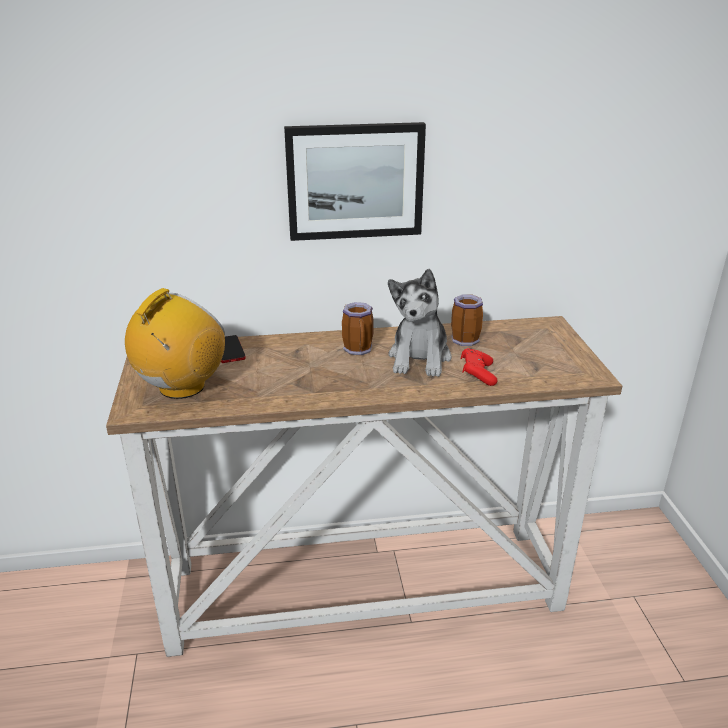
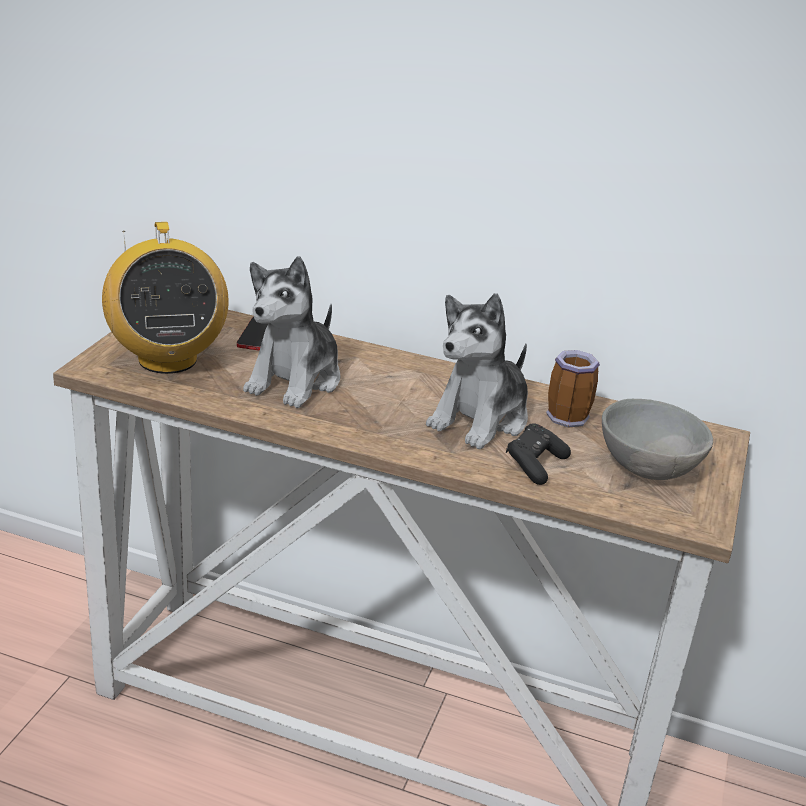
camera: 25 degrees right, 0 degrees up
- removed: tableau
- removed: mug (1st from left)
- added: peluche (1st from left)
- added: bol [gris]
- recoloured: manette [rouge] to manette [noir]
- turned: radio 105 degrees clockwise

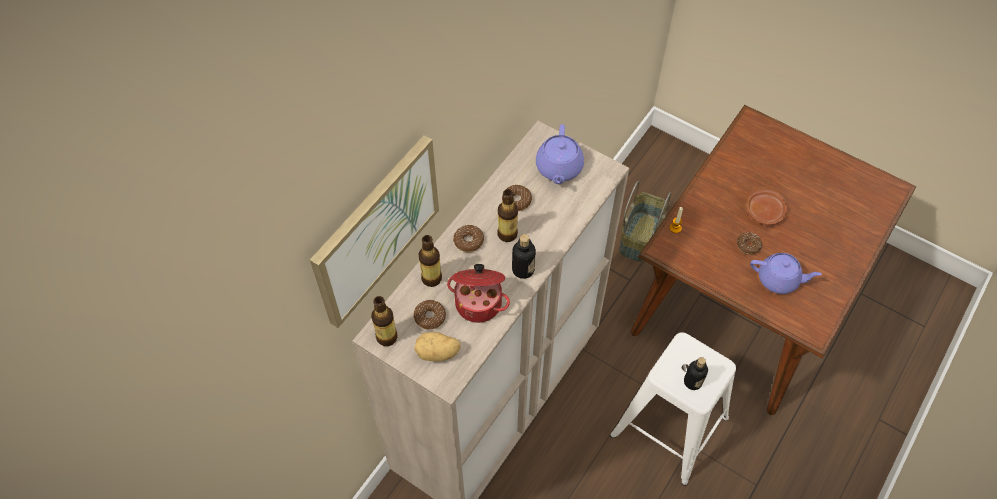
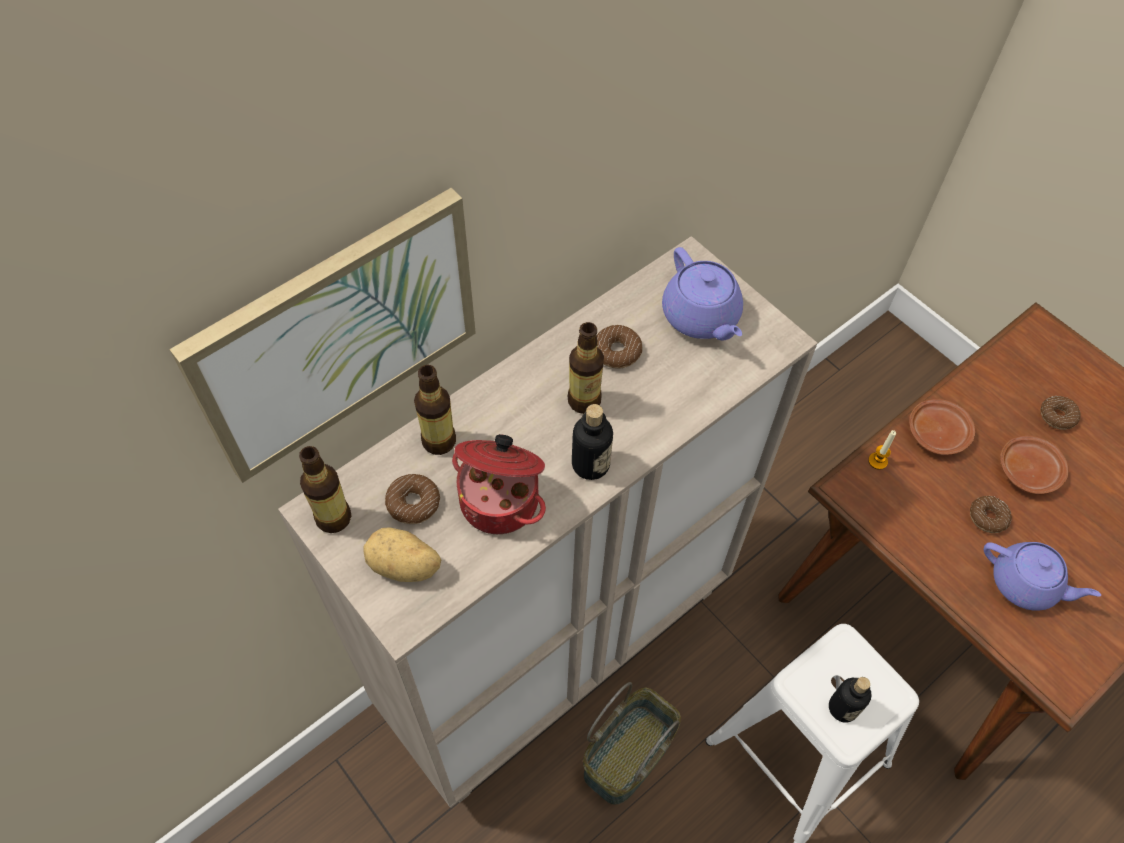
camera: 15 degrees right, 0 degrees up
- added: assiette [marron] (1st from left)
- moved: beignet (2nd from left in the first image) to beignet (4th from left)
- moved: panier
- turned: théière [violet] (1st from left) 45 degrees counterclockwise

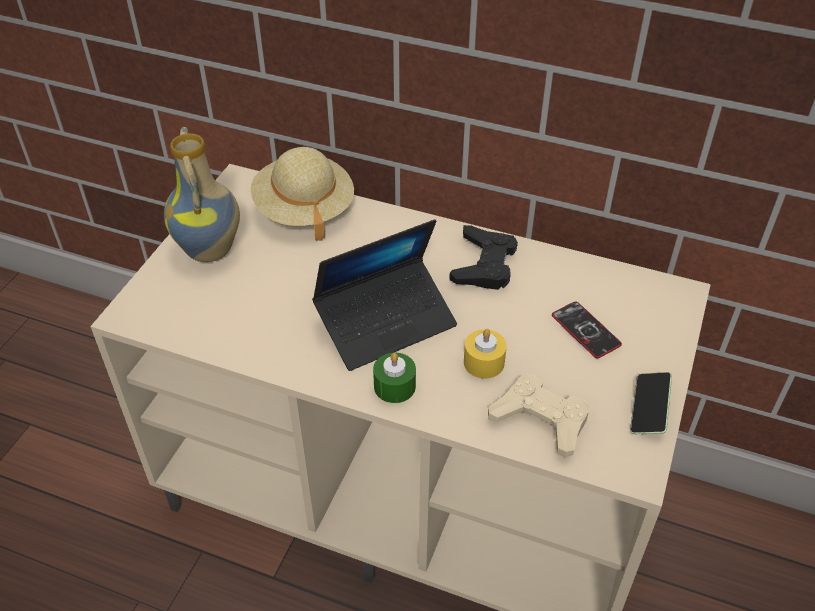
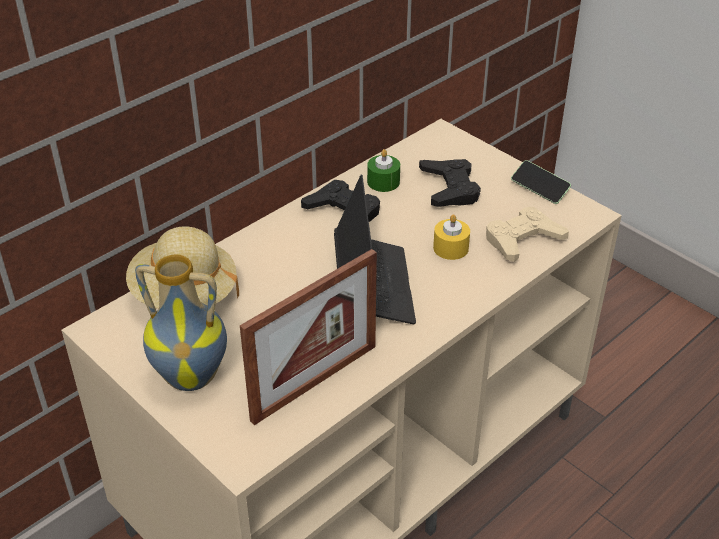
camera: 65 degrees left, 5 degrees down
- added: cadre photo
- moved: bougie [vert]
- replaced: téléphone (1st from left) to manette [noir] (2nd from left)

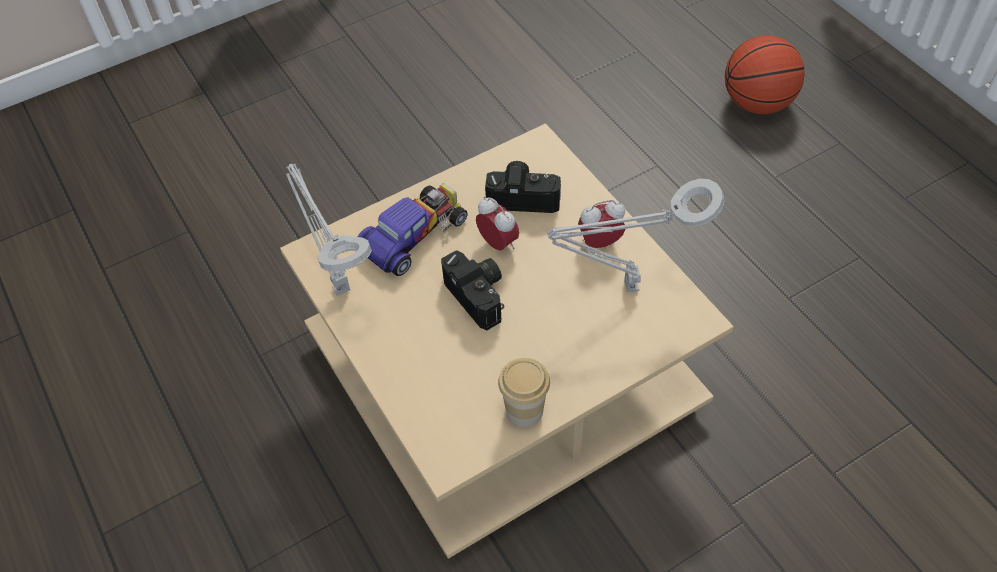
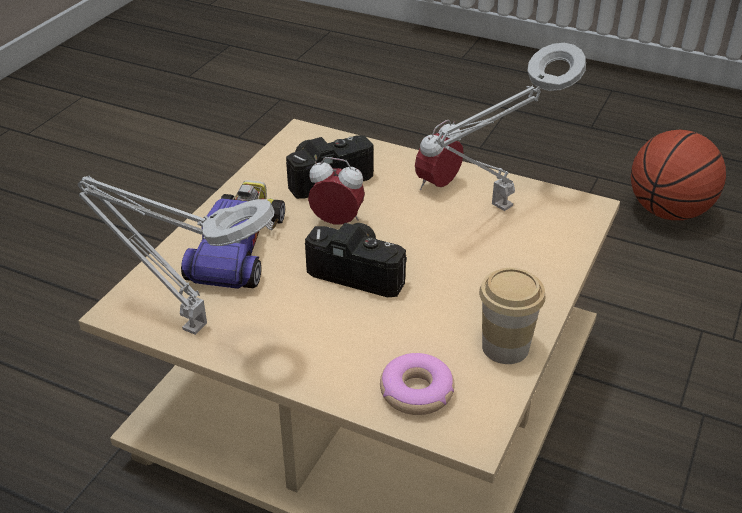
camera: 35 degrees left, 15 degrees down
- added: beignet
- moved: ballon de basket

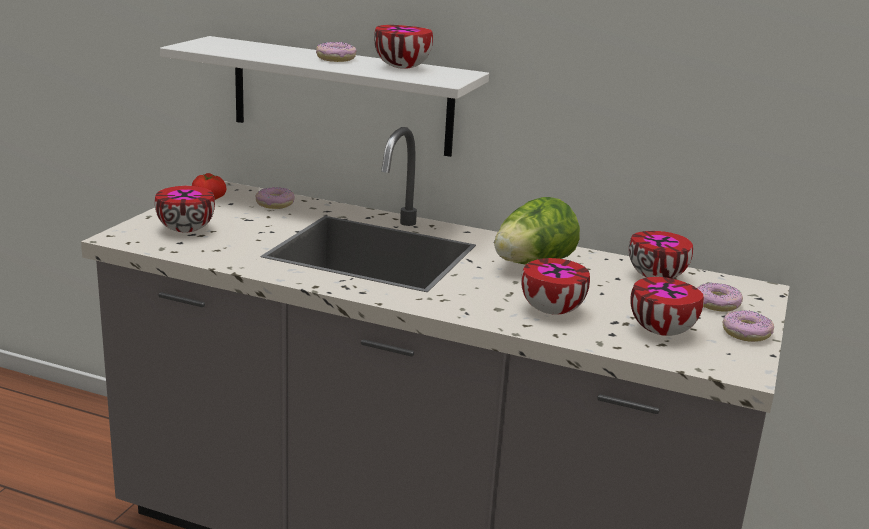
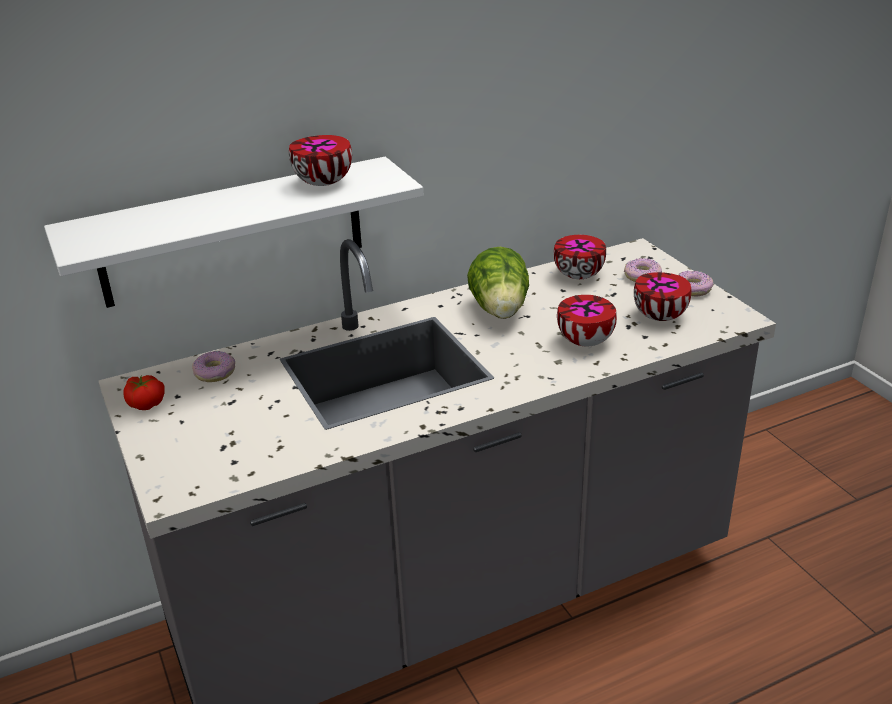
camera: 45 degrees left, 10 degrees up
- removed: bol (1st from left)
- removed: beignet (2nd from left)

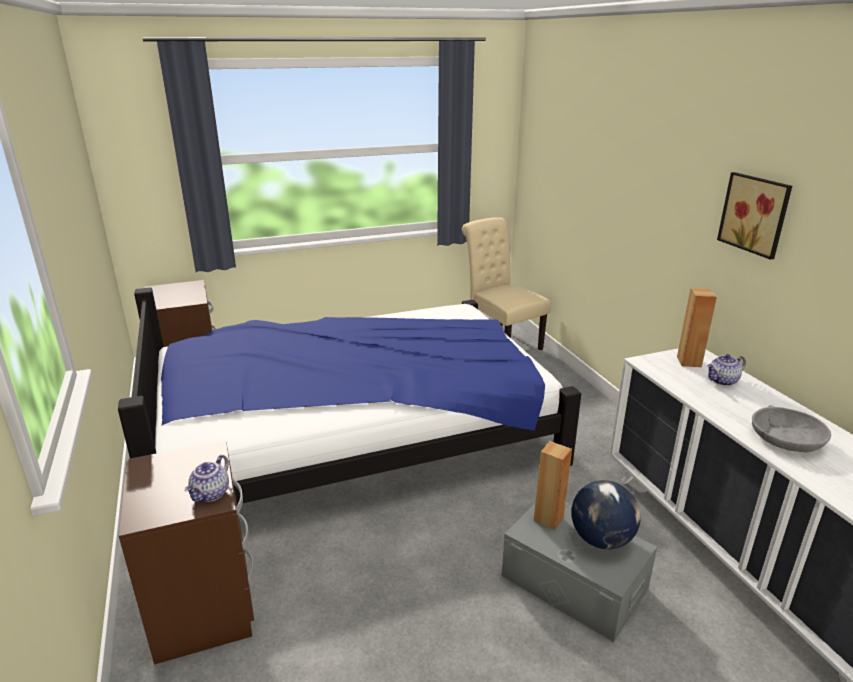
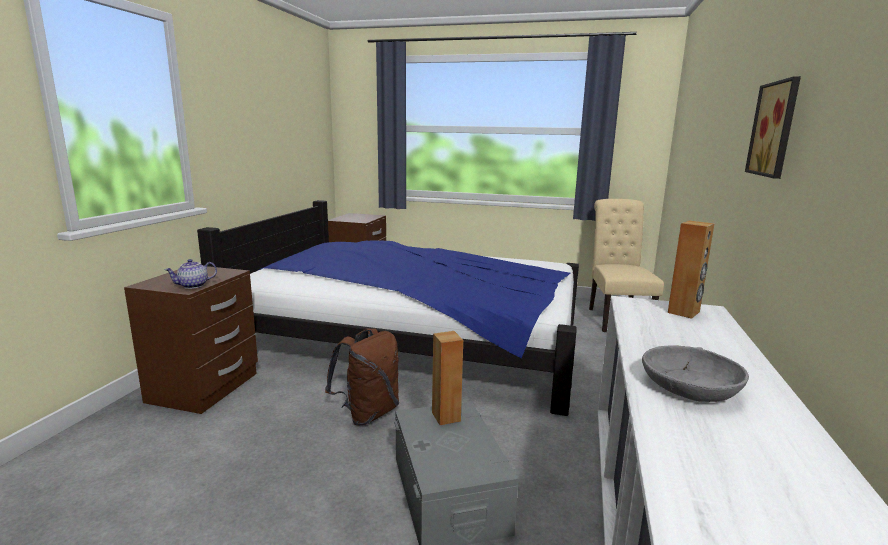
camera: 35 degrees right, 10 degrees down
- removed: globe
- removed: théière (2nd from left)
- added: sac à dos [marron]

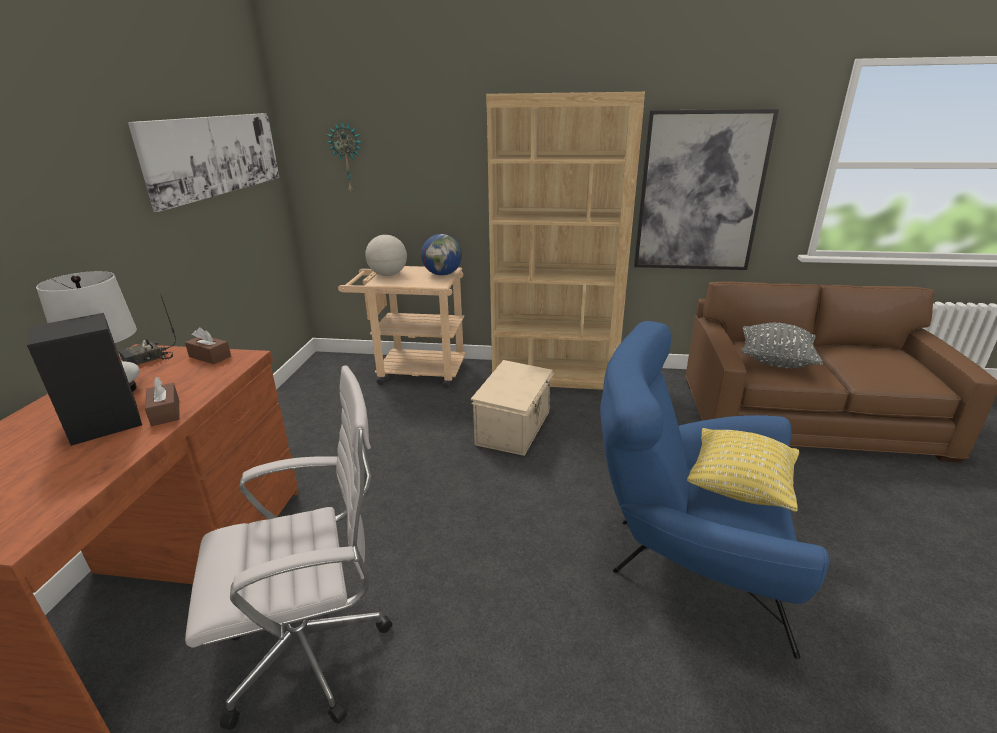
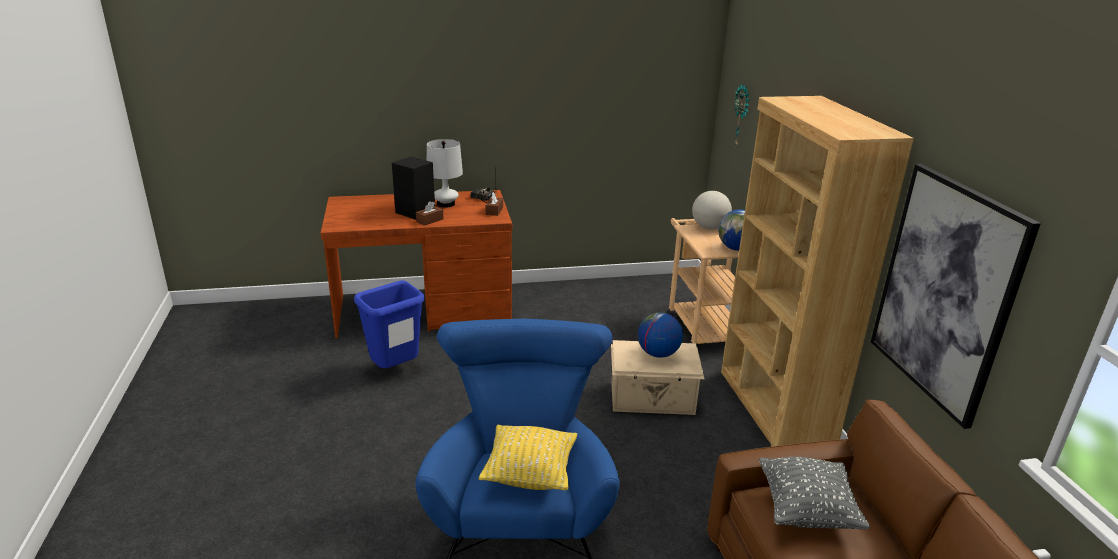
camera: 70 degrees right, 0 degrees up
- removed: tableau (1st from left)
- added: globe (1st from left)
- replaced: chaise de bureau [blanc] to poubelle [bleu]

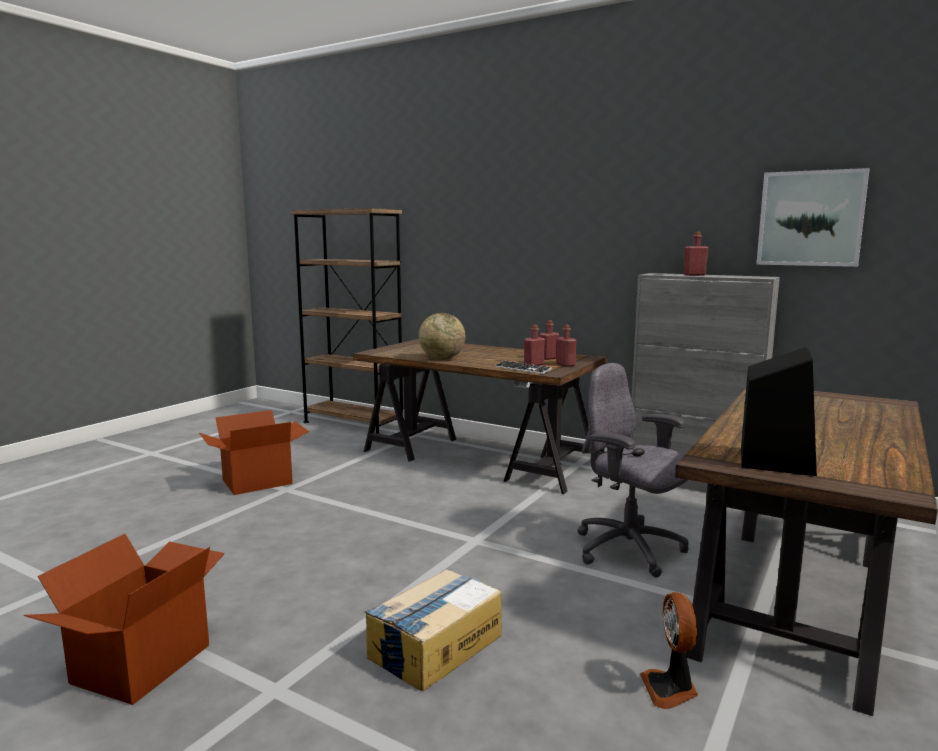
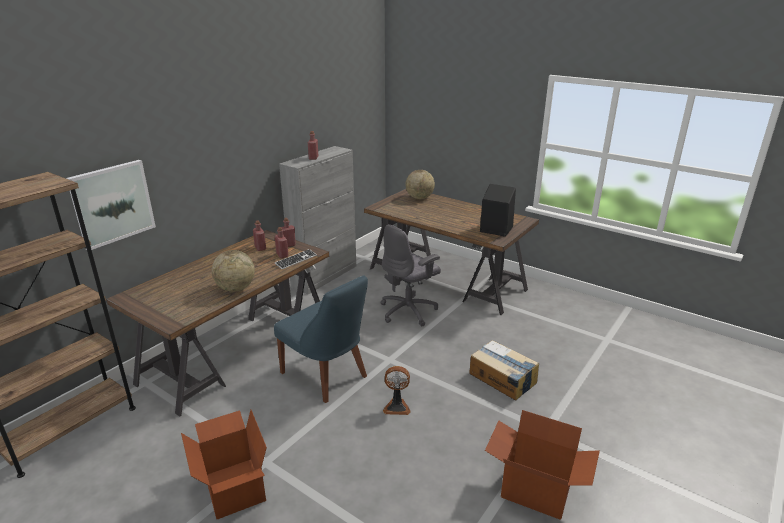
camera: 85 degrees left, 15 degrees up
- added: chaise [bleu]
- added: globe (2nd from left)
- moved: ventilateur
- moved: tableau

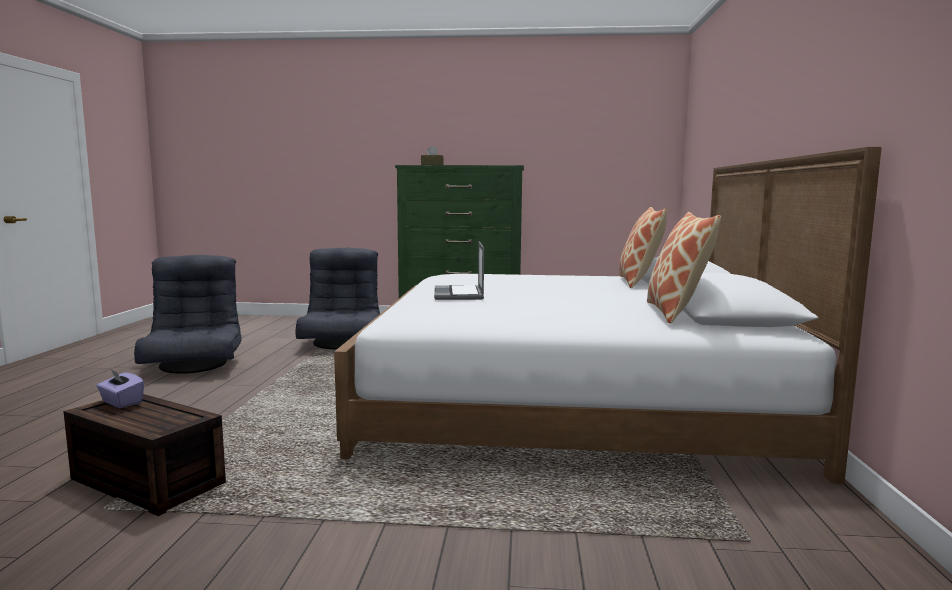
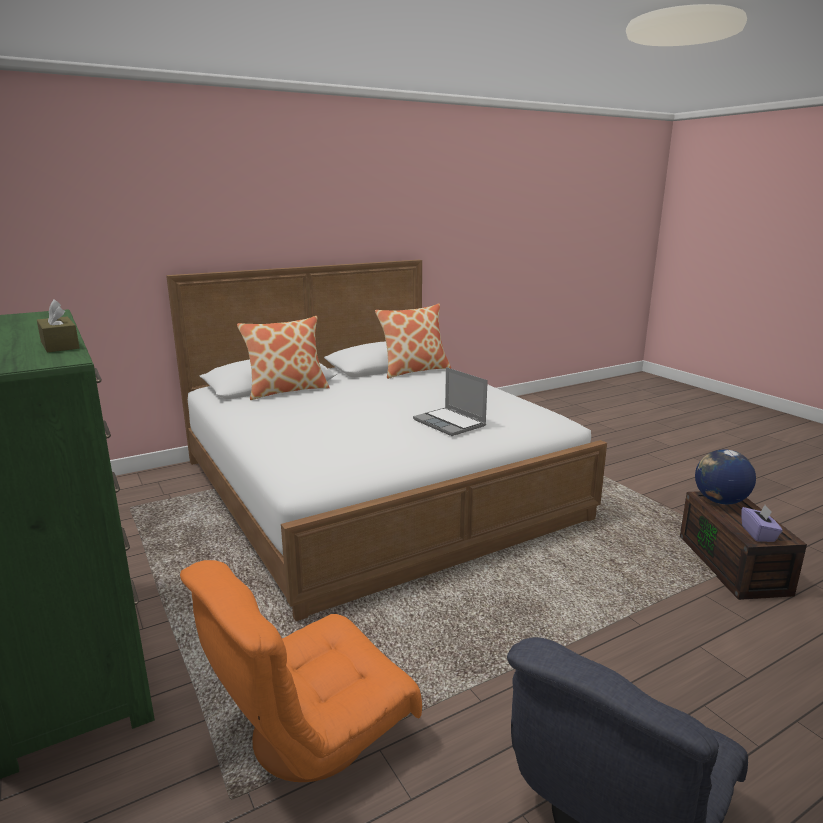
camera: 125 degrees left, 10 degrees up
- added: globe
- recoloured: fauteuil [gris] (2nd from left) to fauteuil [orange]
- turned: ordinateur portable 90 degrees clockwise

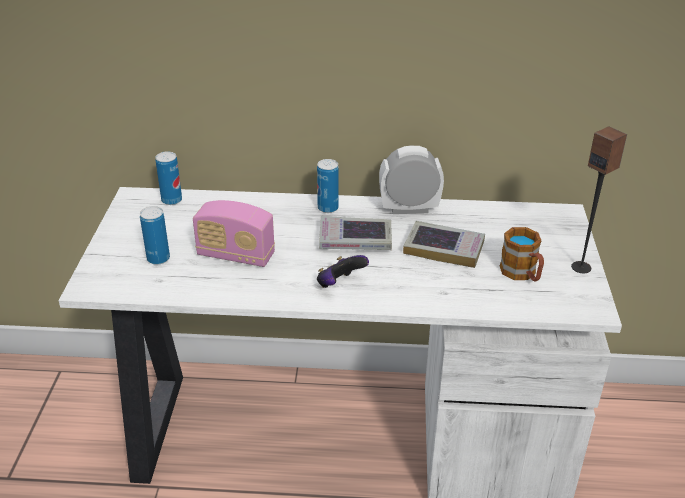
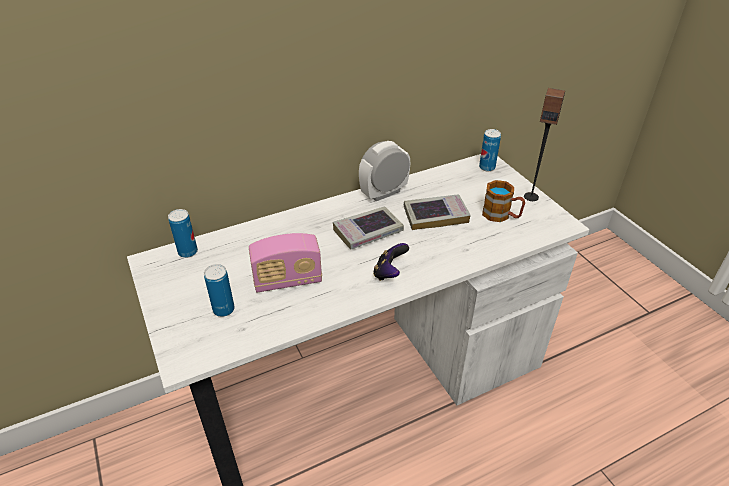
camera: 30 degrees left, 5 degrees up
- moved: boîte métallique (3rd from left)

